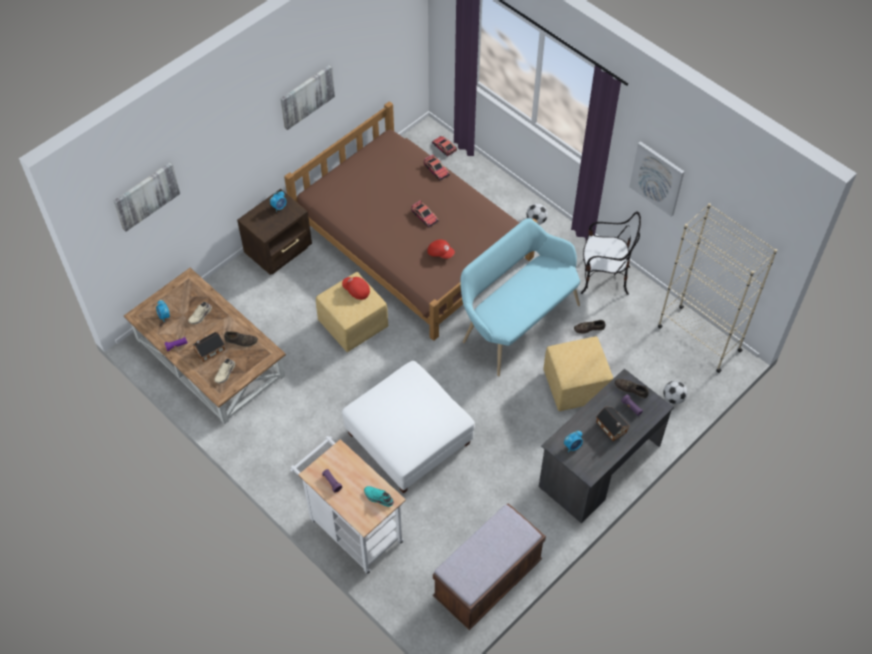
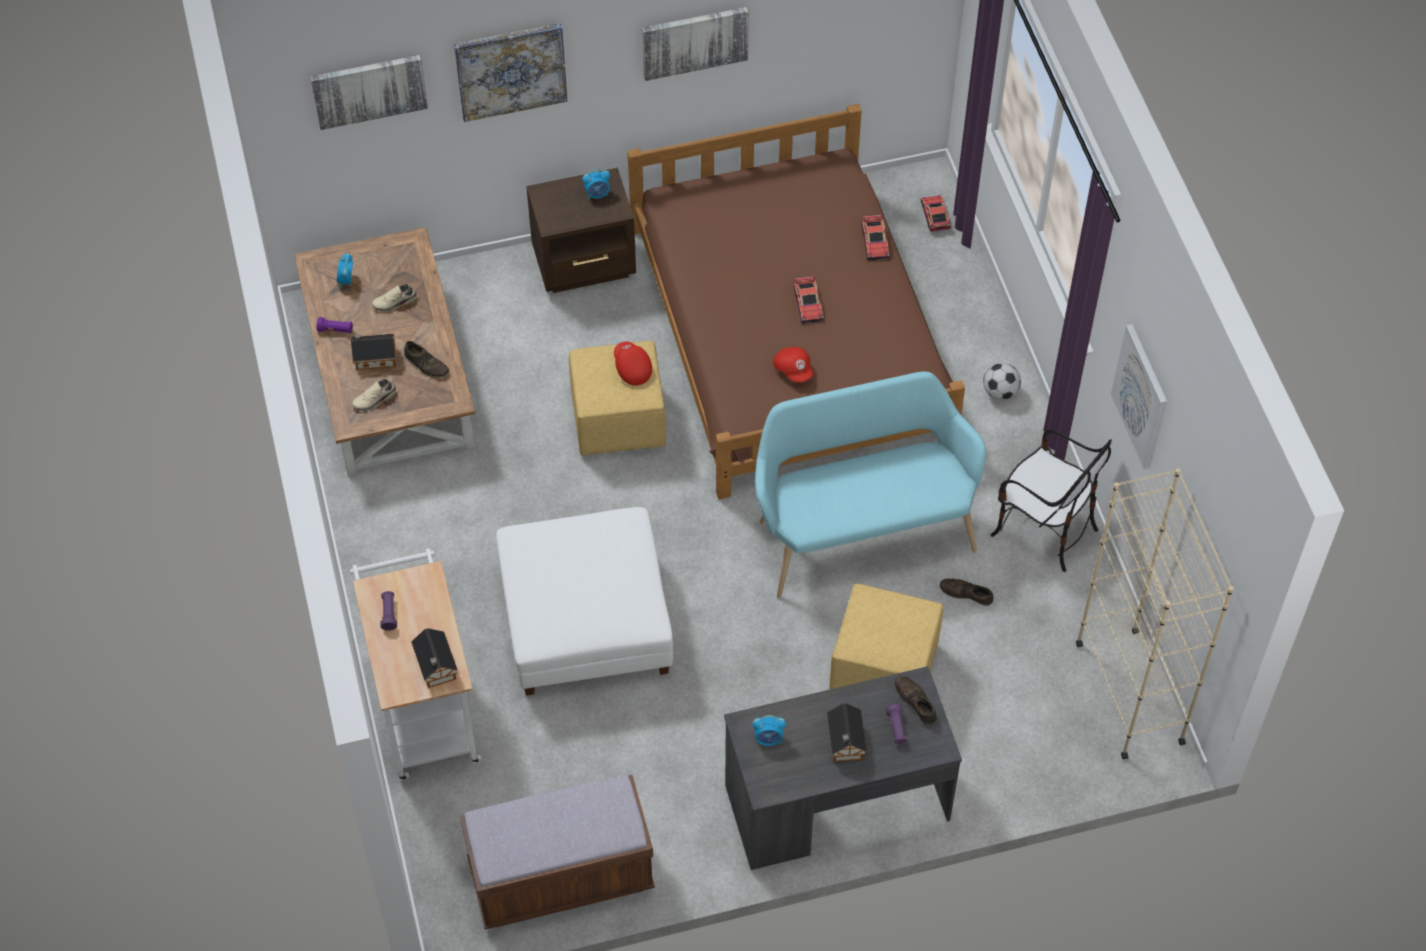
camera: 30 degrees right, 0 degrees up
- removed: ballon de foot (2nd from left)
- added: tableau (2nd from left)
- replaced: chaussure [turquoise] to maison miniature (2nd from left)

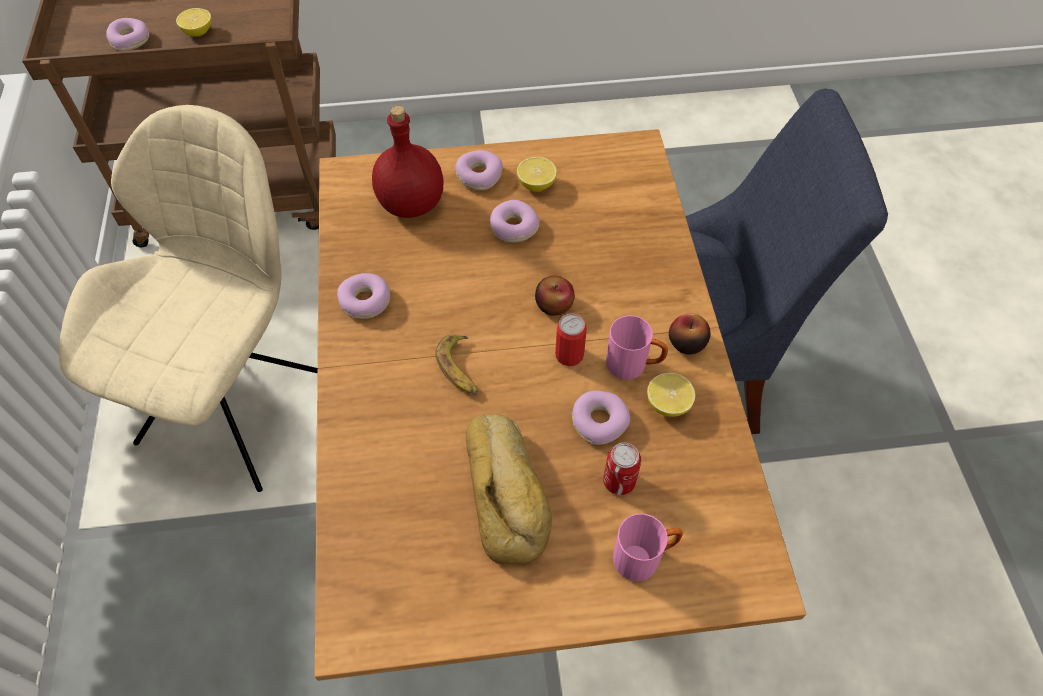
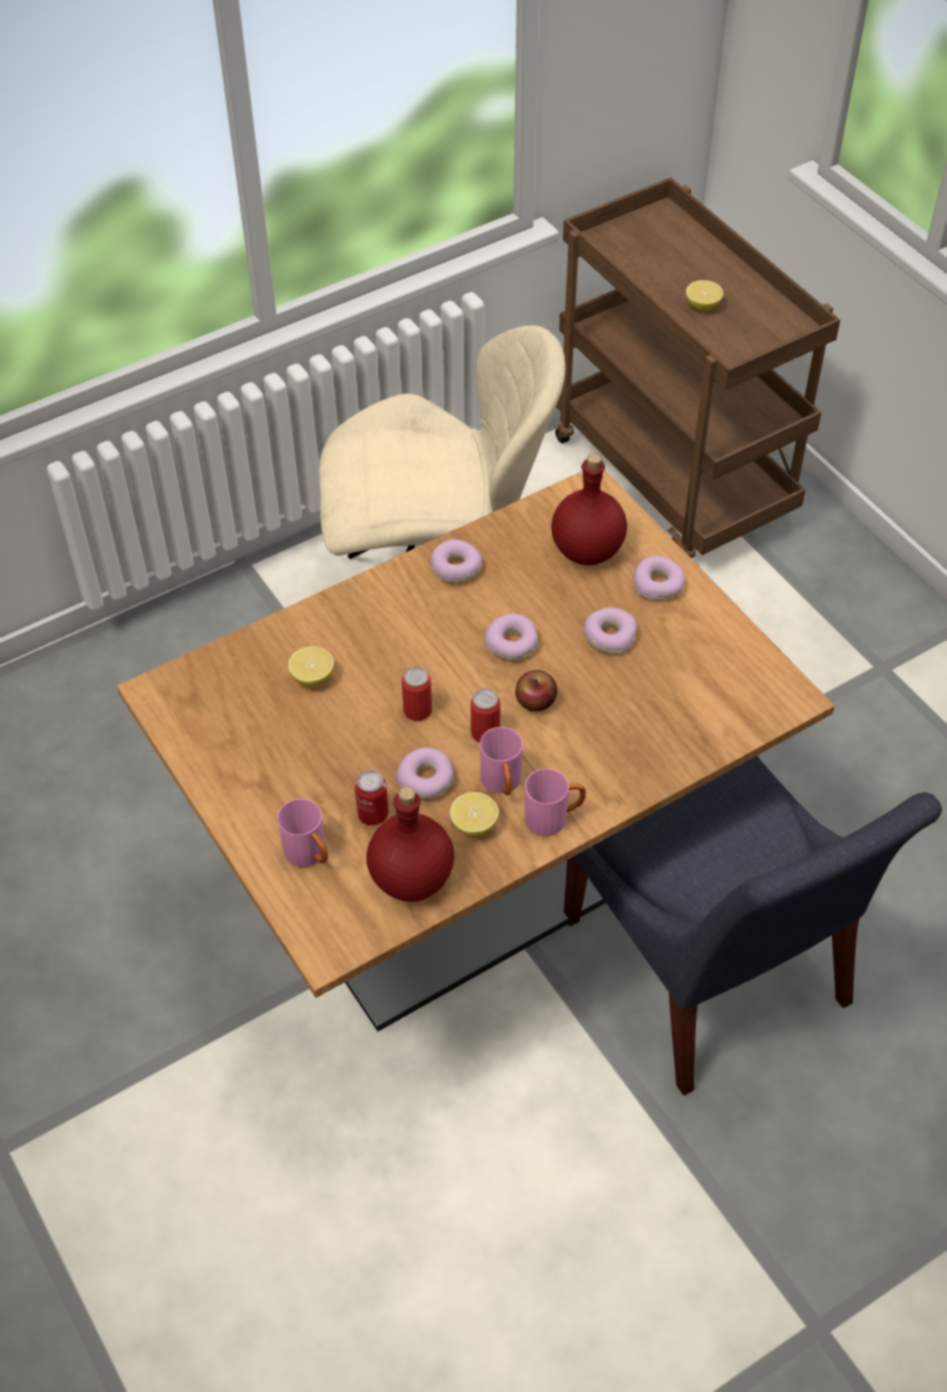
camera: 65 degrees right, 5 degrees down
- removed: banane
- removed: pain
- added: bouteille [rouge] (1st from left)
- added: boîte métallique (2nd from left)
- moved: beignet (1st from left in the first image) to beignet (3rd from left)
- moved: citron (2nd from left in the first image) to citron (1st from left)
- replaced: pomme (2nd from left) to mug [rose] (3rd from left)

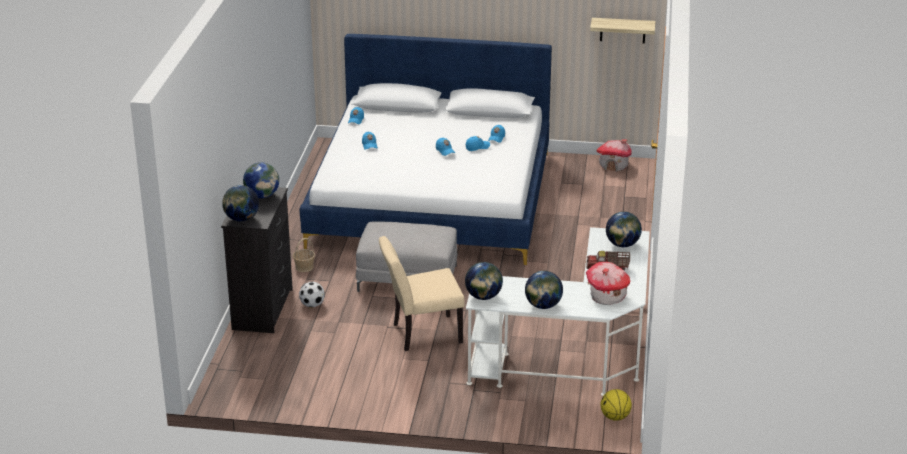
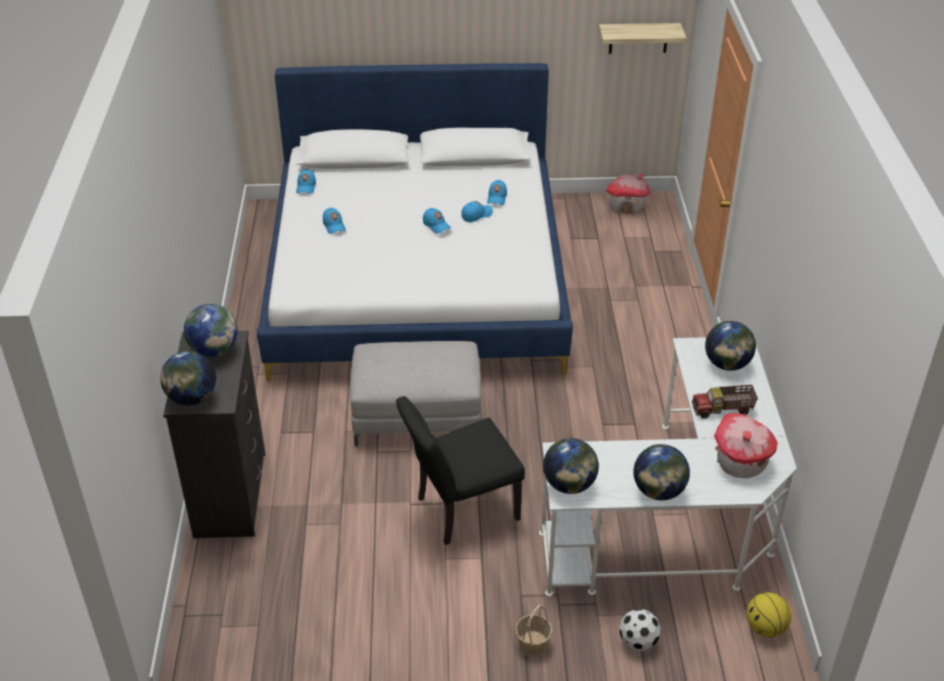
camera: 10 degrees left, 10 degrees up
- moved: panier
- moved: ballon de foot
- recoloured: chaise [beige] to chaise [noir]

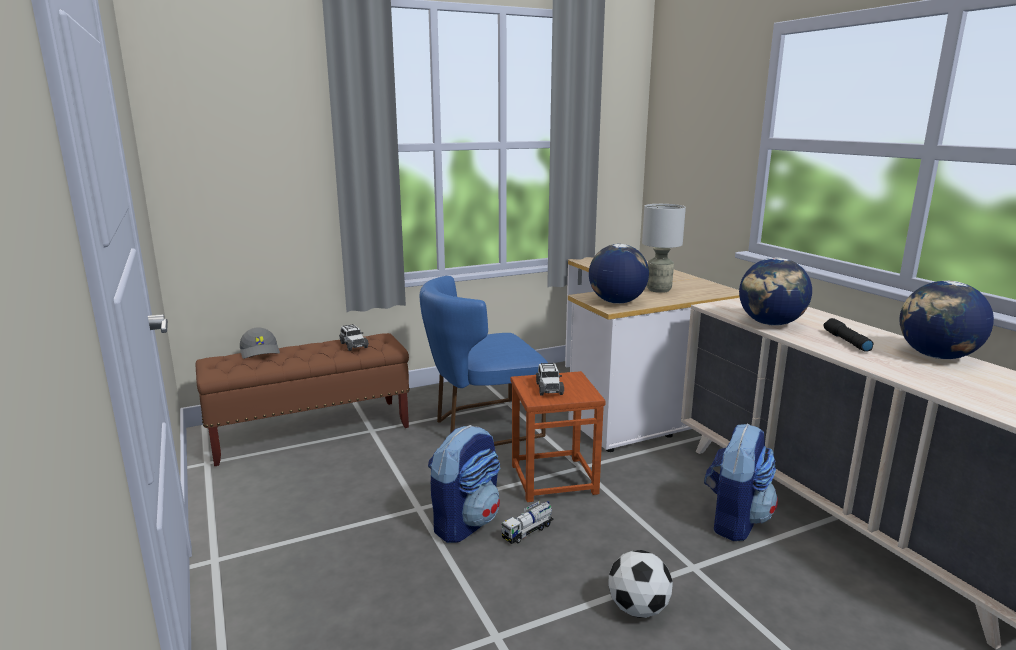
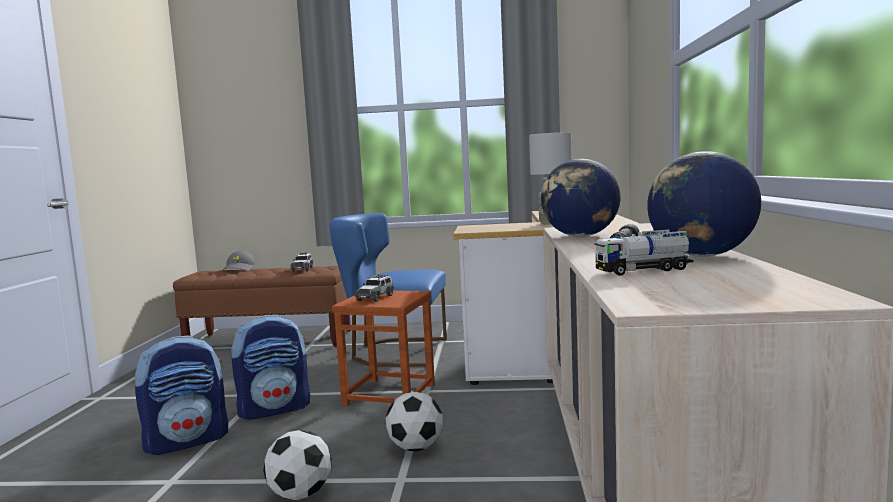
camera: 30 degrees right, 10 degrees down
- removed: globe (1st from left)
- added: ballon de foot (2nd from left)
- moved: camion jouet
- moved: sac à dos (2nd from left in the first image) to sac à dos (1st from left)

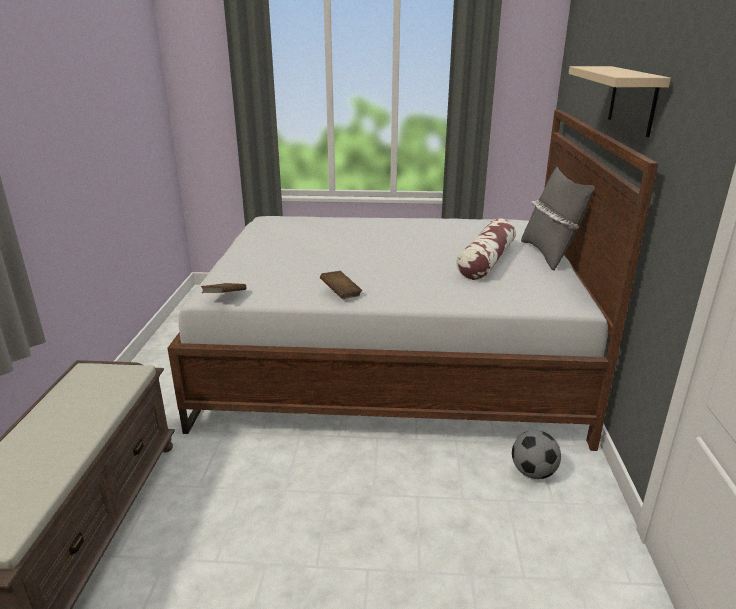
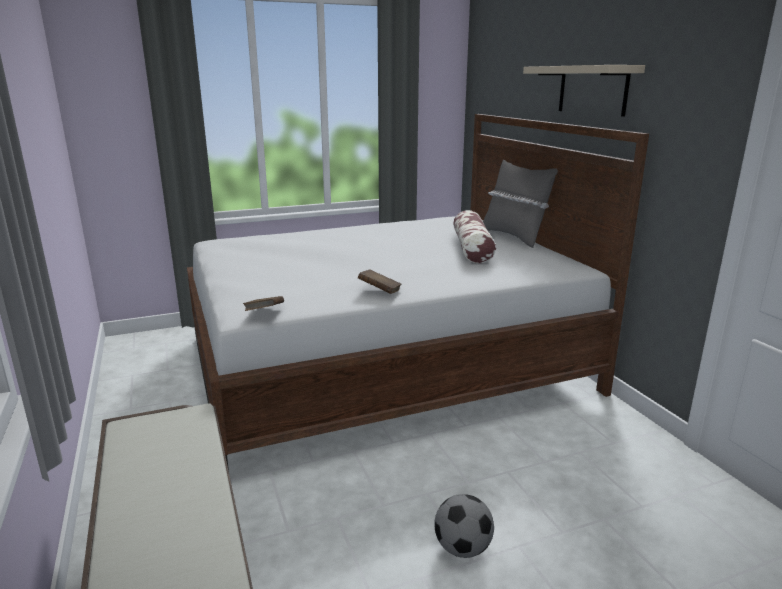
camera: 25 degrees left, 5 degrees down
- moved: ballon de foot

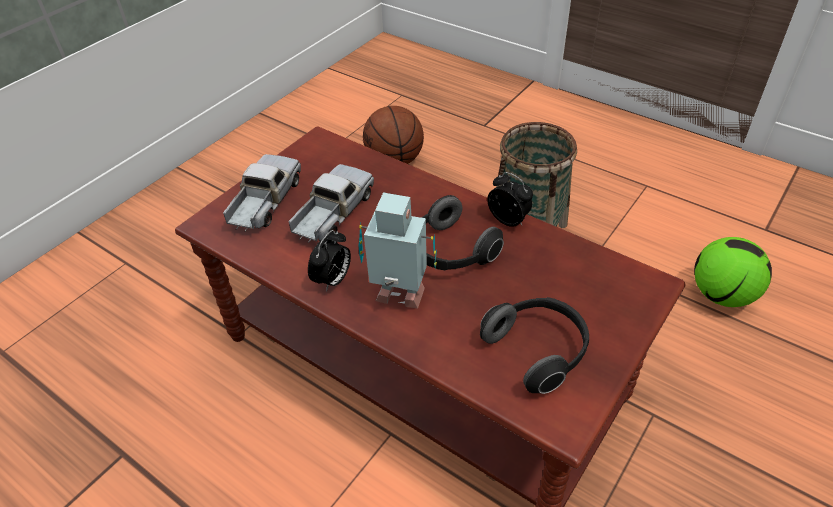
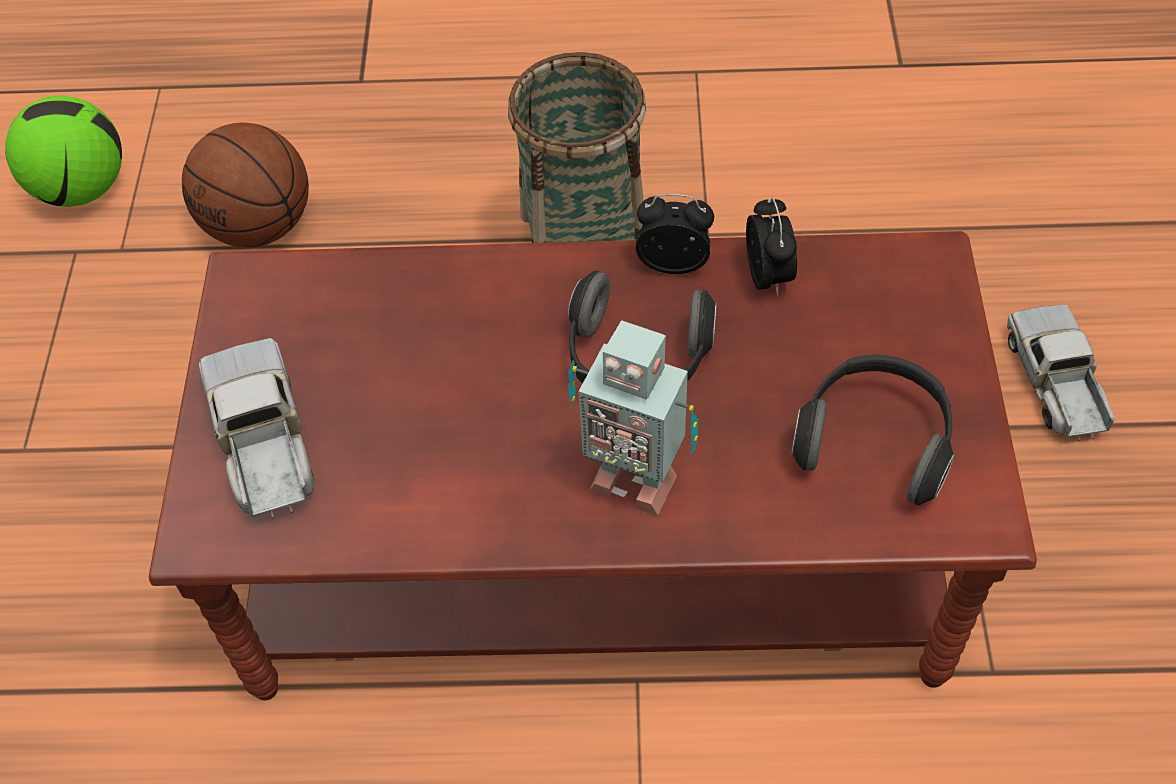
camera: 35 degrees left, 10 degrees up
- moved: camion jouet (2nd from left)
- moved: réveil (1st from left in the first image) to réveil (2nd from left)
- moved: ballon de foot
- turned: robot jouet 135 degrees counterclockwise

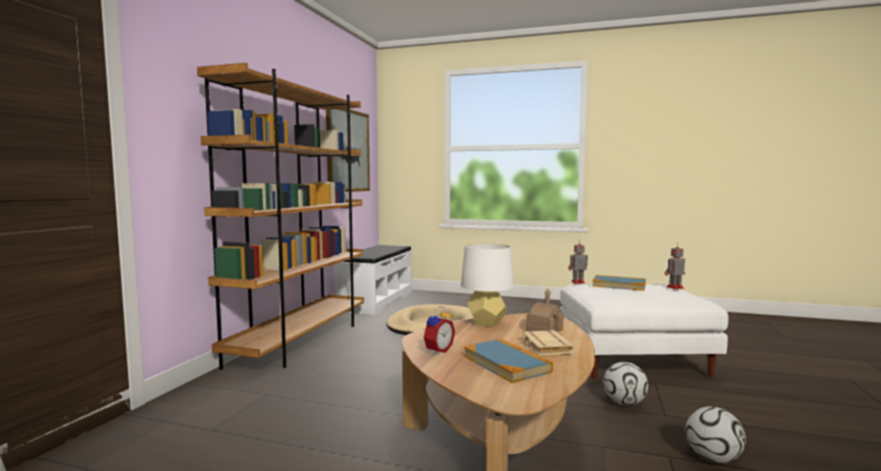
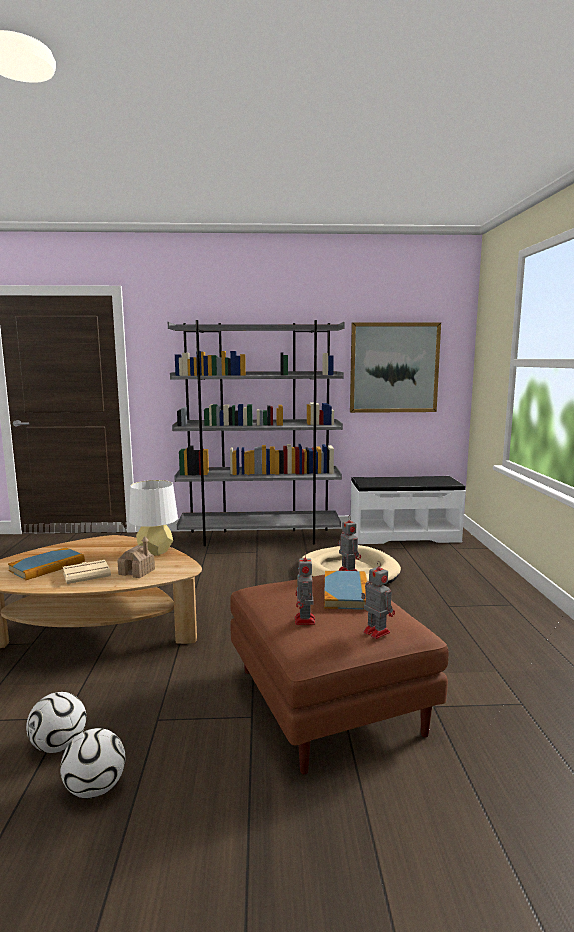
camera: 70 degrees right, 5 degrees up
- removed: réveil
- added: robot jouet (1st from left)
- moved: ballon de foot (1st from left in the first image) to ballon de foot (2nd from left)
- recoloured: bibliothèque [marron] to bibliothèque [gris]
- recoloured: pouf [blanc] to pouf [marron]

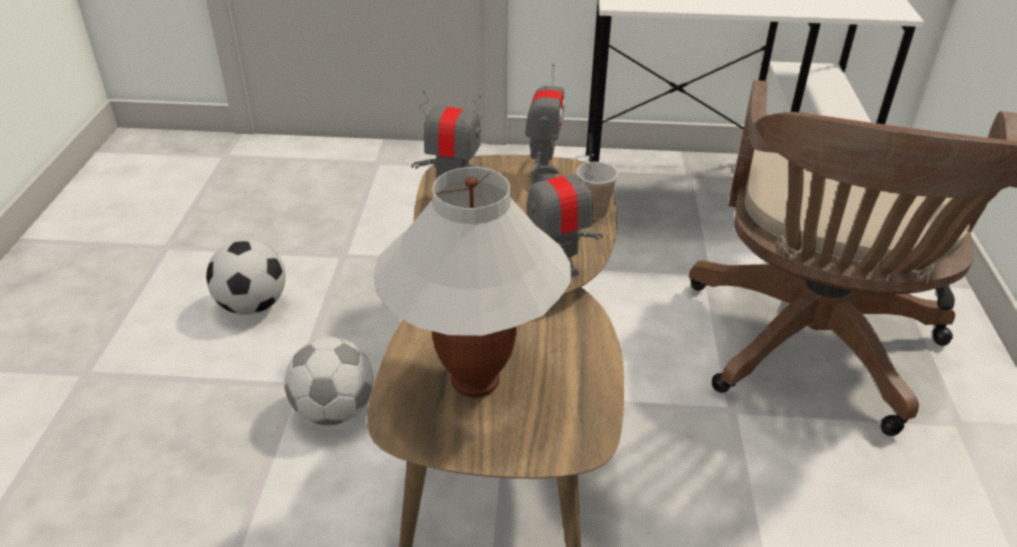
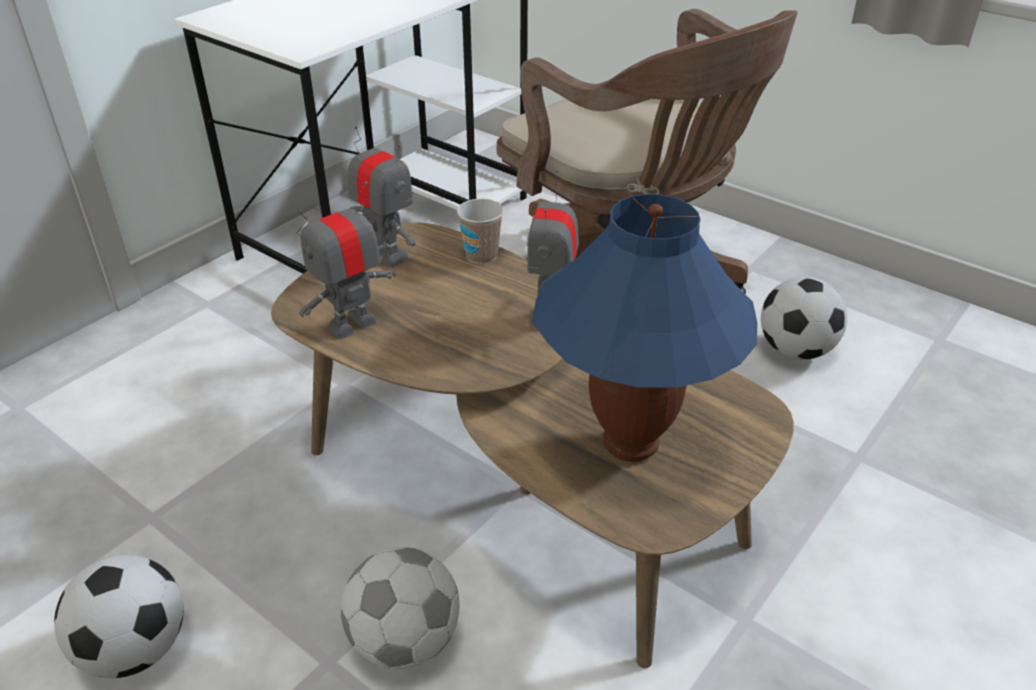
camera: 55 degrees left, 0 degrees up
- added: ballon de foot (3rd from left)
- recoloured: lampe de table [blanc] to lampe de table [bleu]

